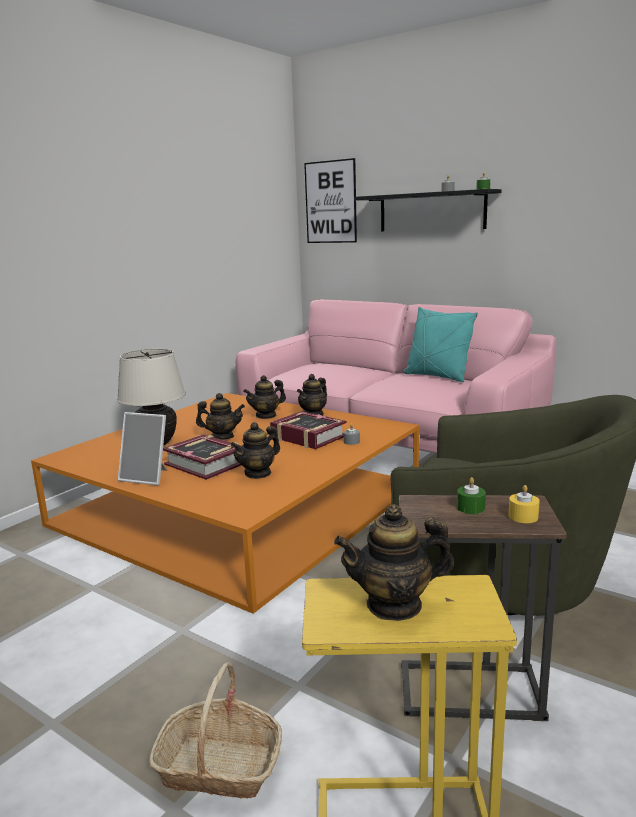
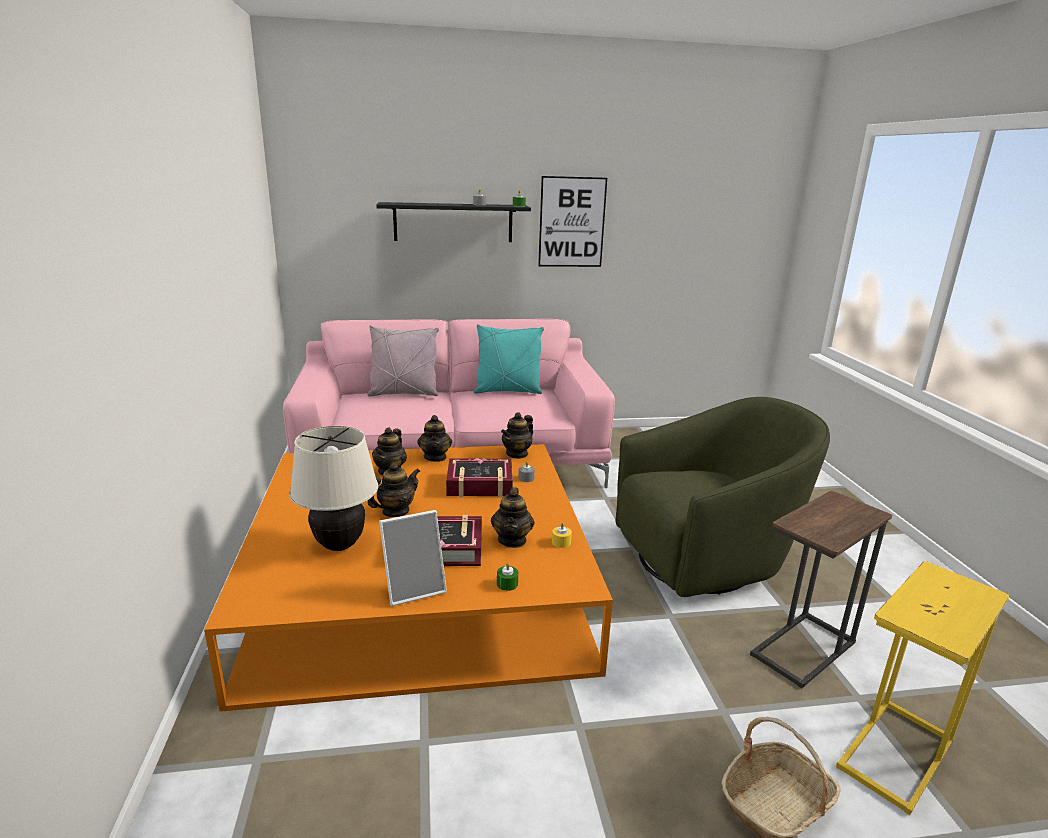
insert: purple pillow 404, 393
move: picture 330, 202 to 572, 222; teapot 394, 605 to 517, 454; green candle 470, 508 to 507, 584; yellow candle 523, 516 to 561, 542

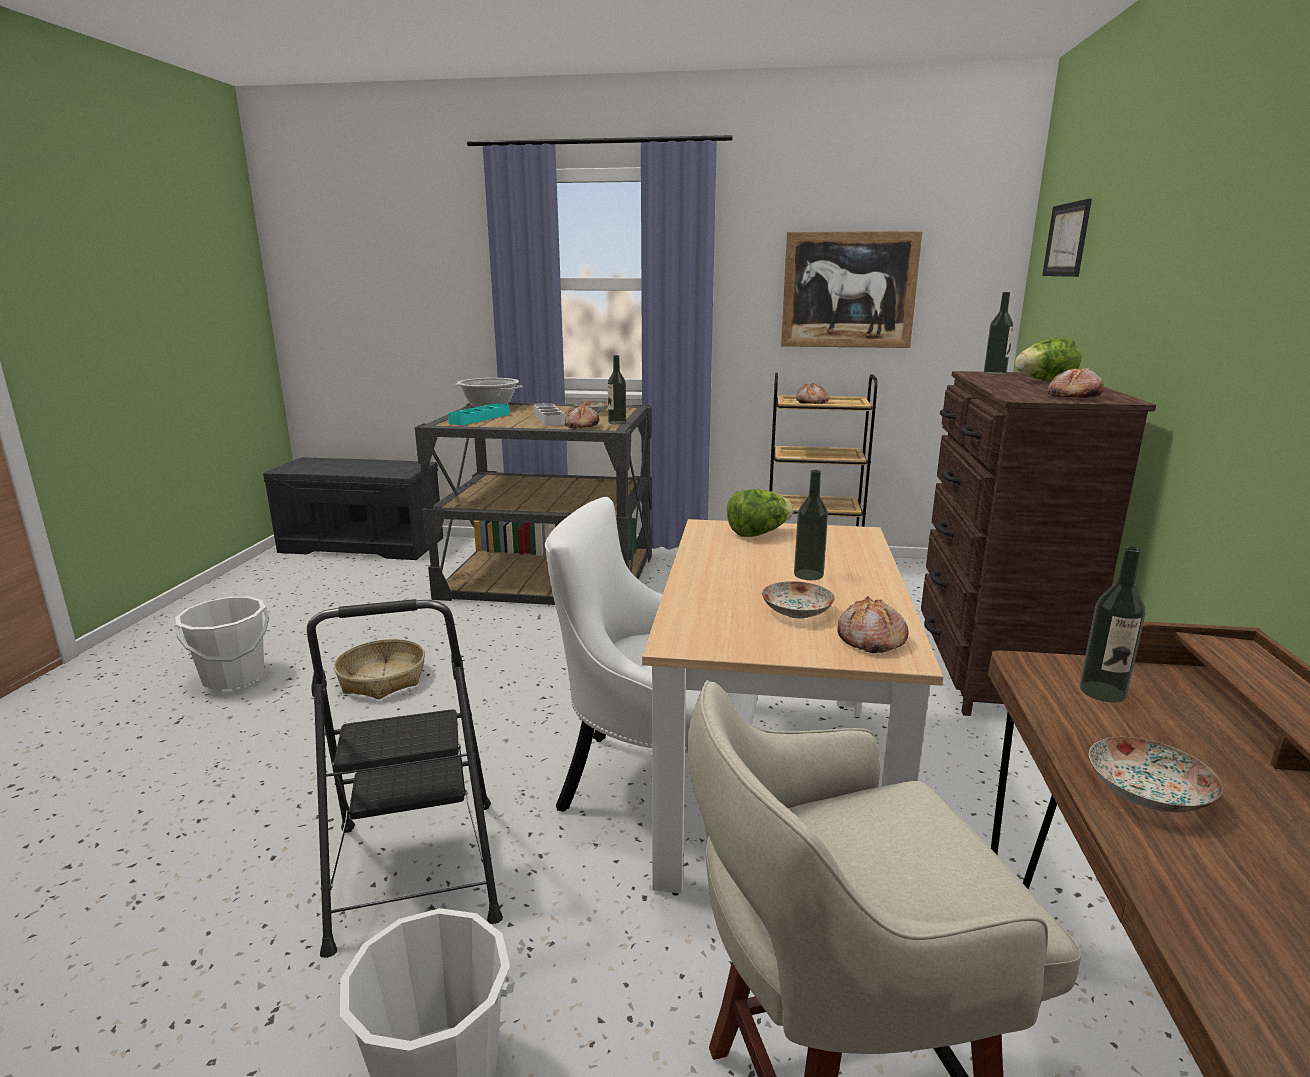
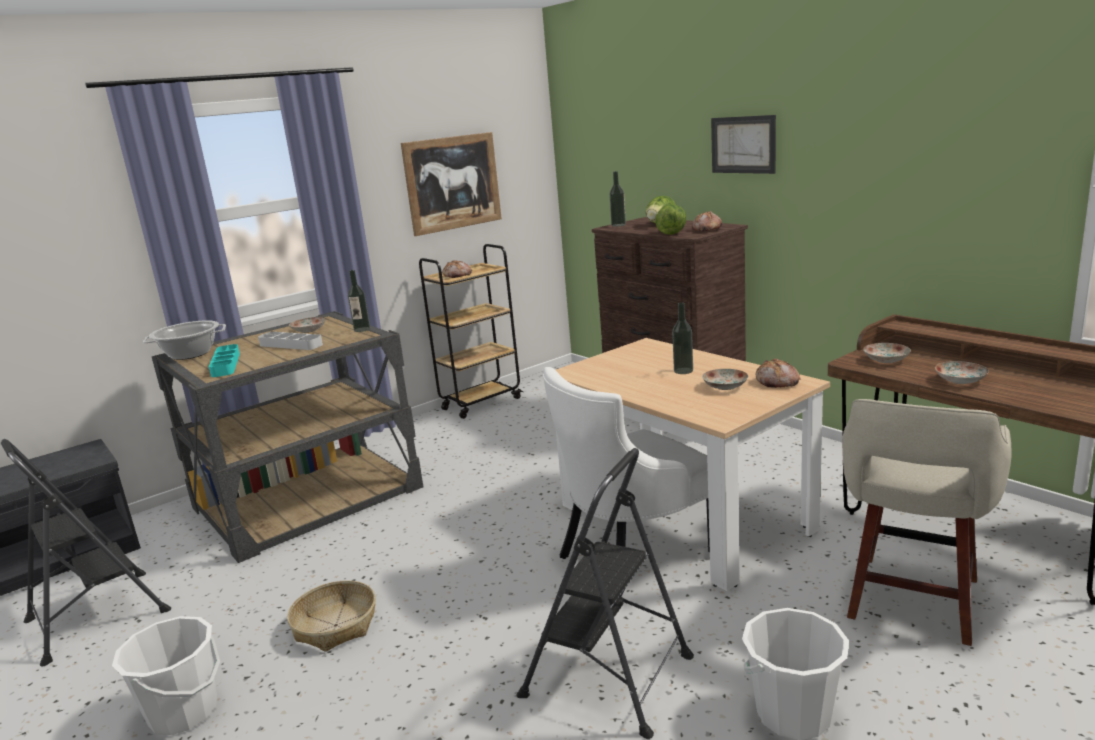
delete: bread 581, 426
insert: black step ladder 92, 616
move: lettuce 758, 533 to 672, 232; picture 1067, 240 to 743, 144
replace: bottle 1102, 692 to plate 885, 360

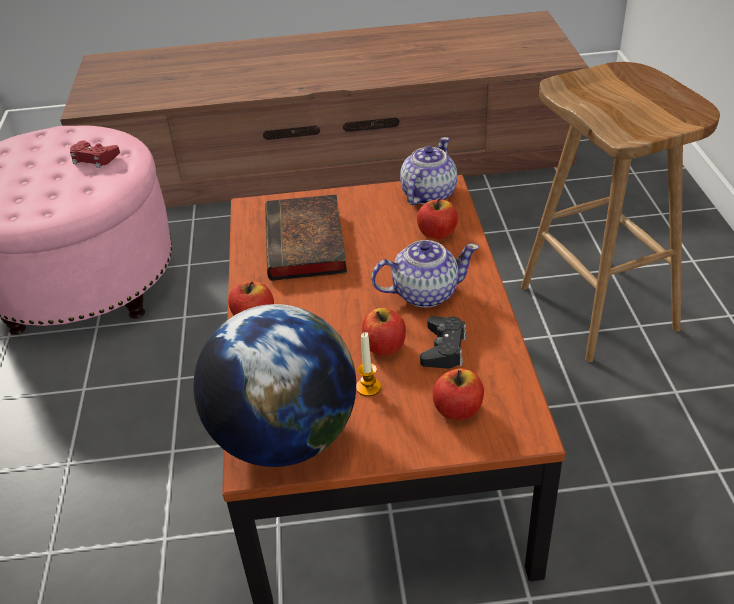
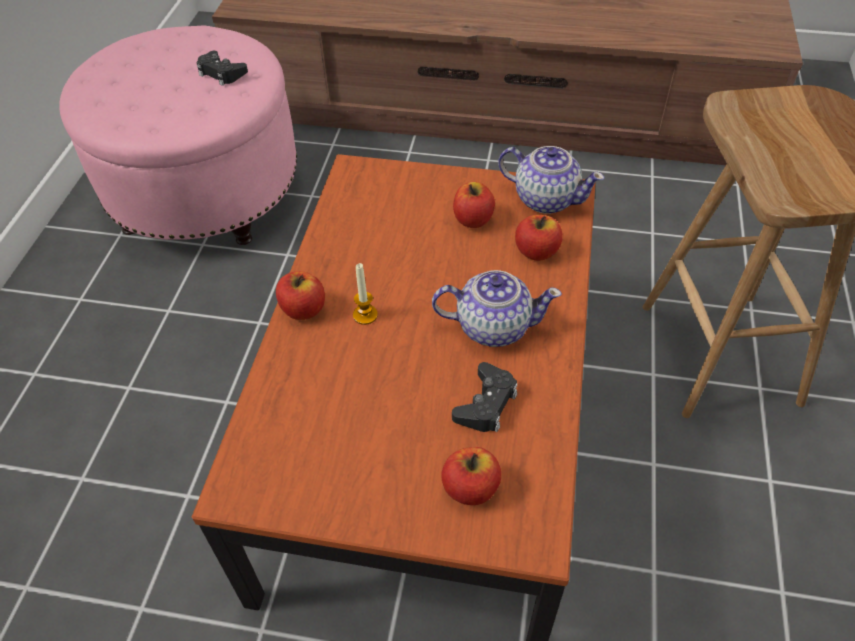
delete: globe 284, 438; book 306, 245
move: candle 368, 387 to 365, 315; apple 384, 347 to 473, 219
recolor: red game controller 94, 158 to black game controller 221, 73
rotate: teapot 427, 195 = 545, 198 75 degrees clockwise

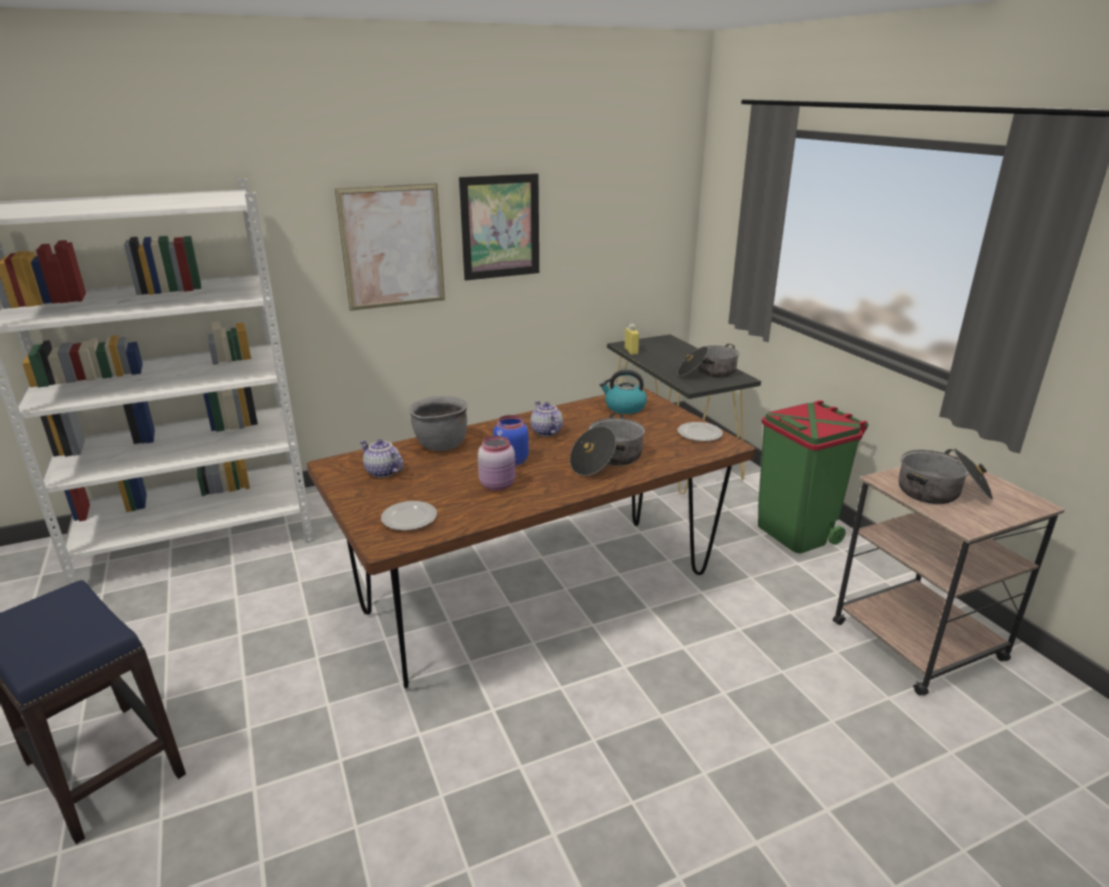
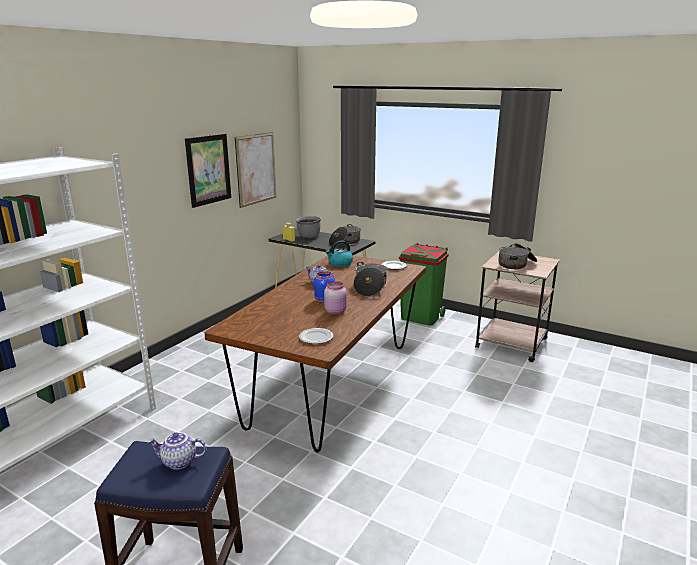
move: picture 392, 247 to 256, 169; teapot 382, 472 to 178, 462; grey cooking pot 440, 445 to 308, 236

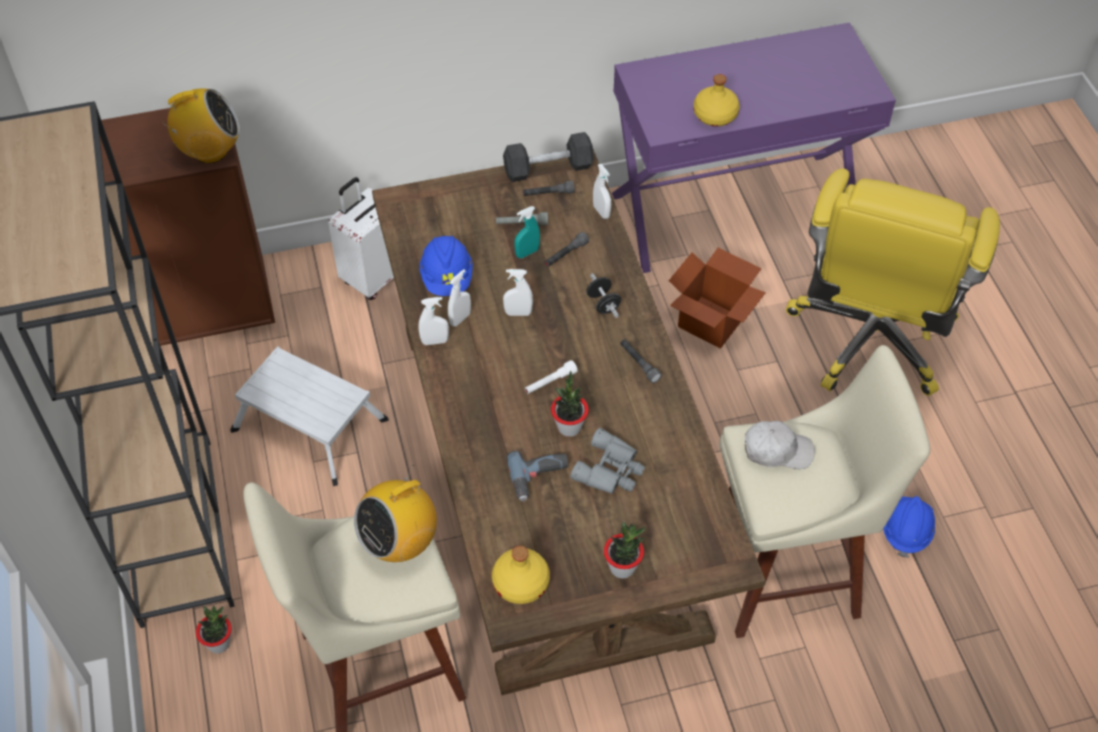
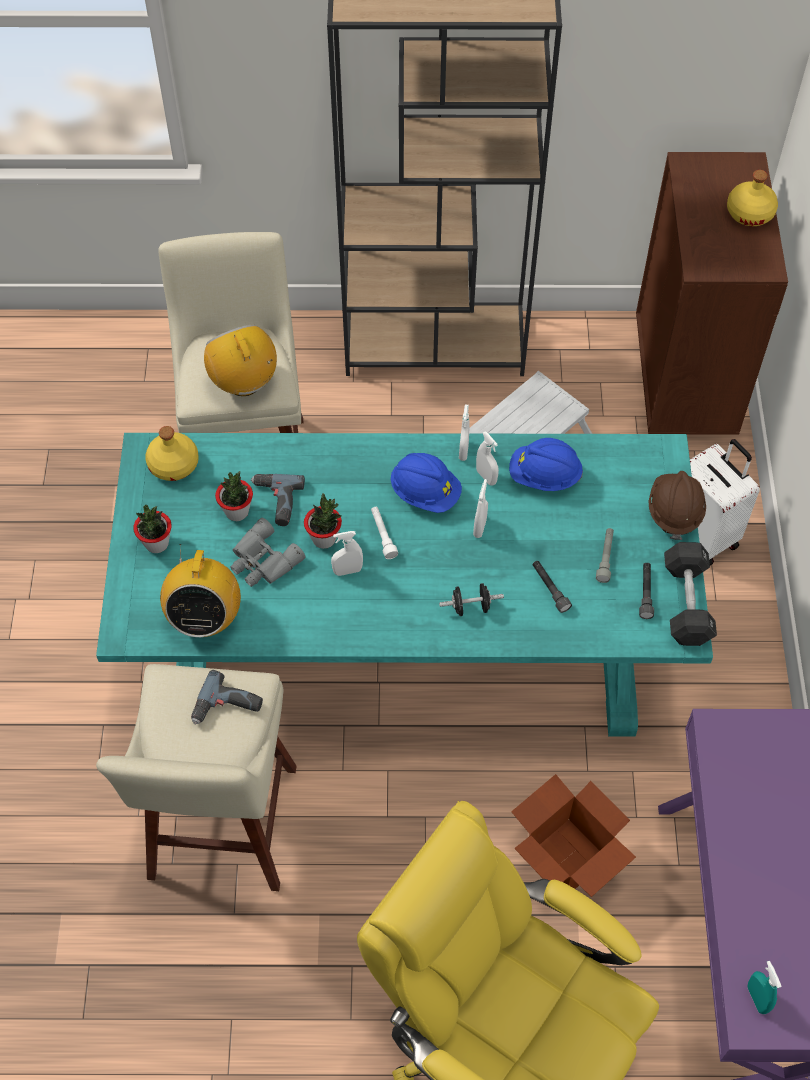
delete: grey flashlight 639, 364
insert: brown hard hat 674, 511
move: radio 210, 152 to 205, 617; potted plant 219, 643 to 237, 512; turquoise spray bottle 527, 253 to 757, 998; white spray bottle 601, 212 to 347, 571; yellow bottle 714, 115 to 749, 212; blue hard hat 906, 531 to 425, 493
replace: white cap 777, 450 to power drill 227, 708
recolor: brown dining table 547, 475 to turquoise dining table 406, 638

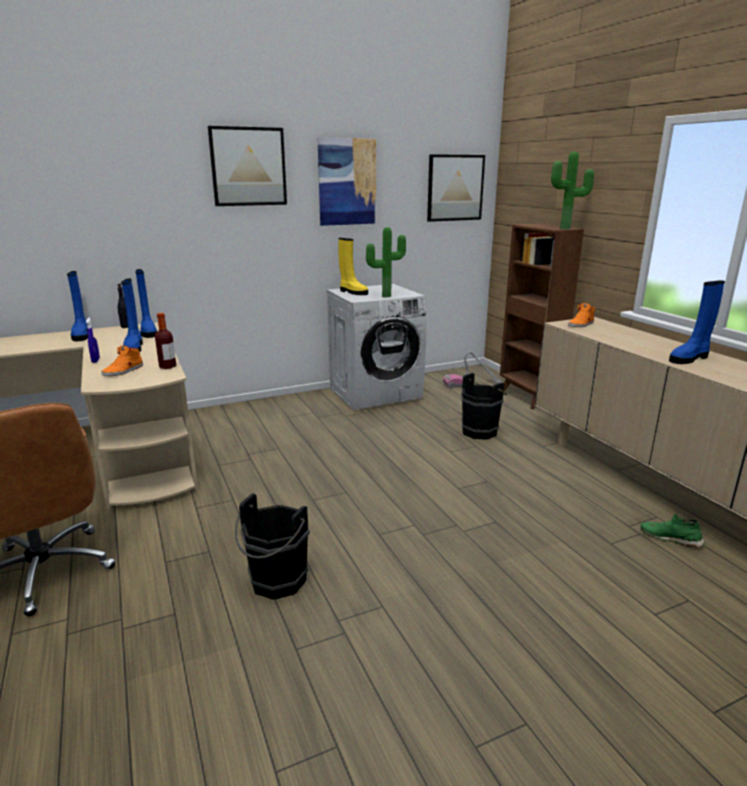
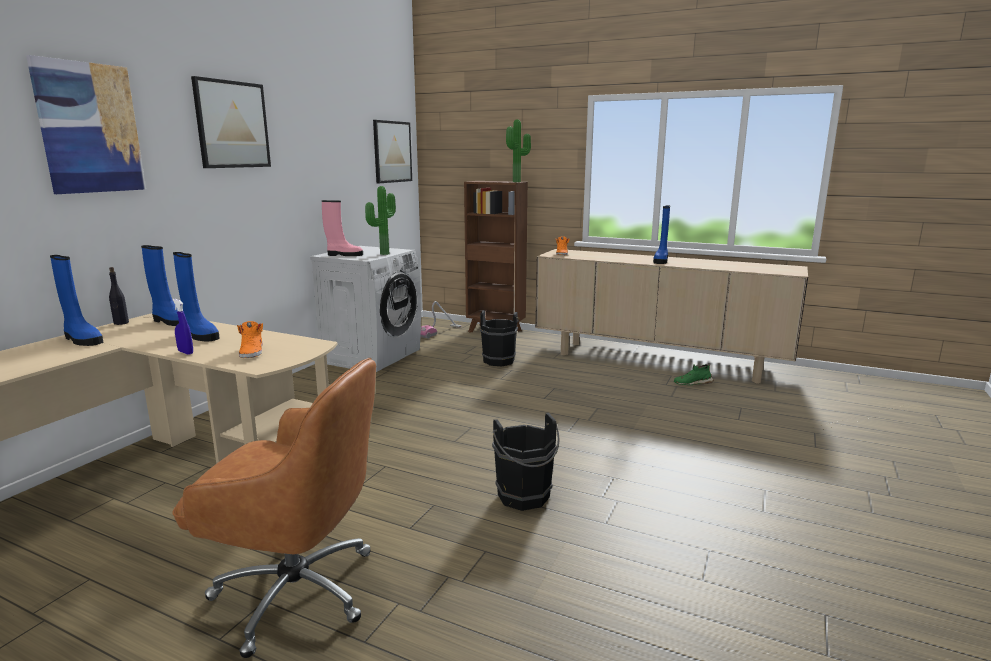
delete: bottle 167, 366
move: picture 347, 182 to 90, 128
recolor: yellow boot 352, 292 to pink boot 344, 255

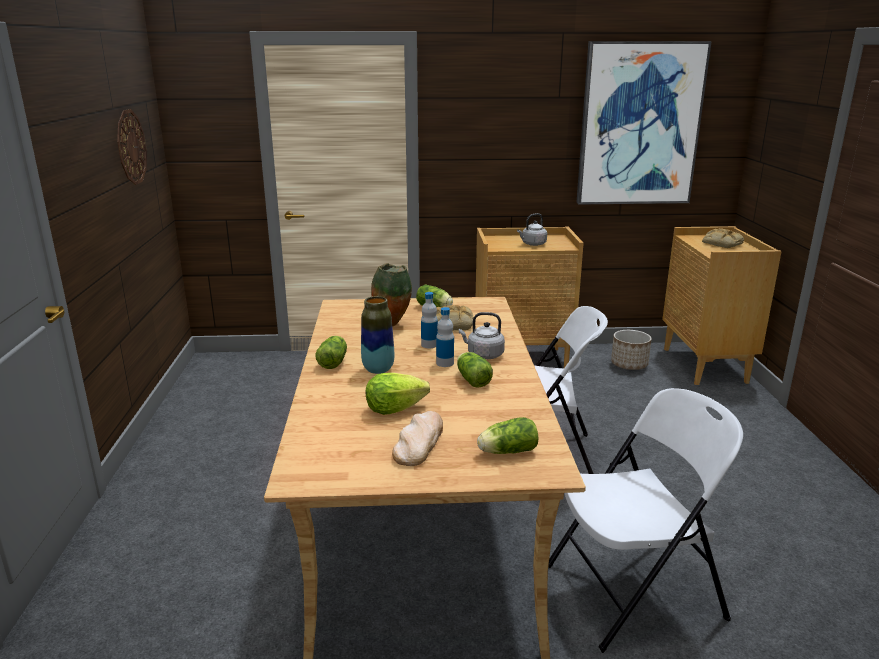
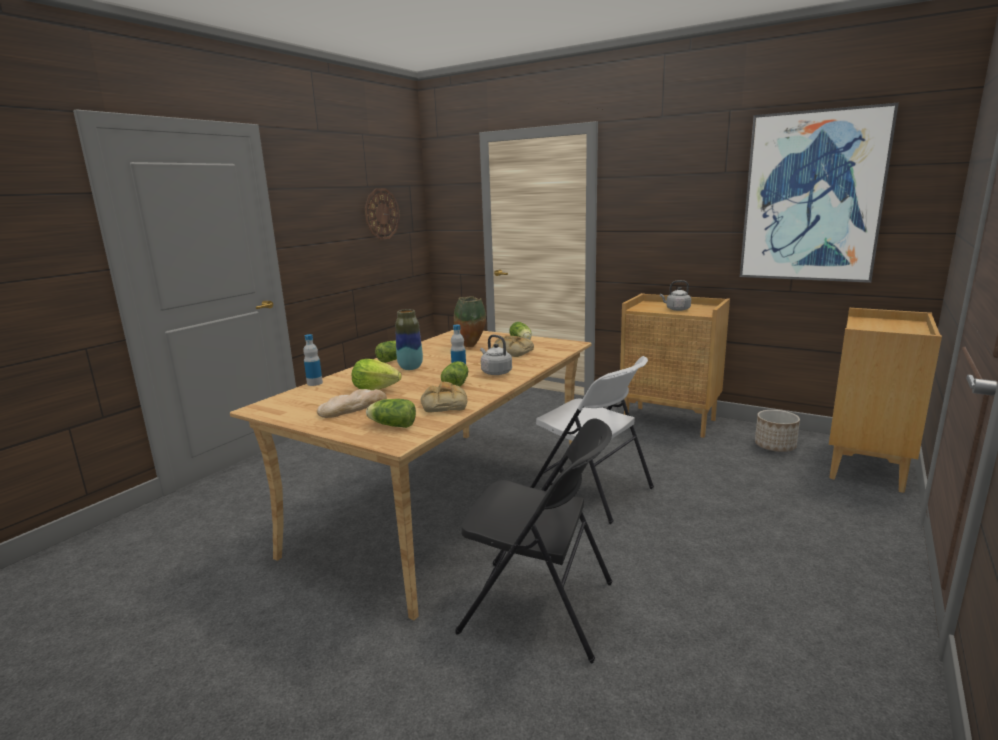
move: bottle 429, 345 to 314, 383; bread 721, 243 to 444, 404
recolor: white chair 634, 591 to black chair 538, 607

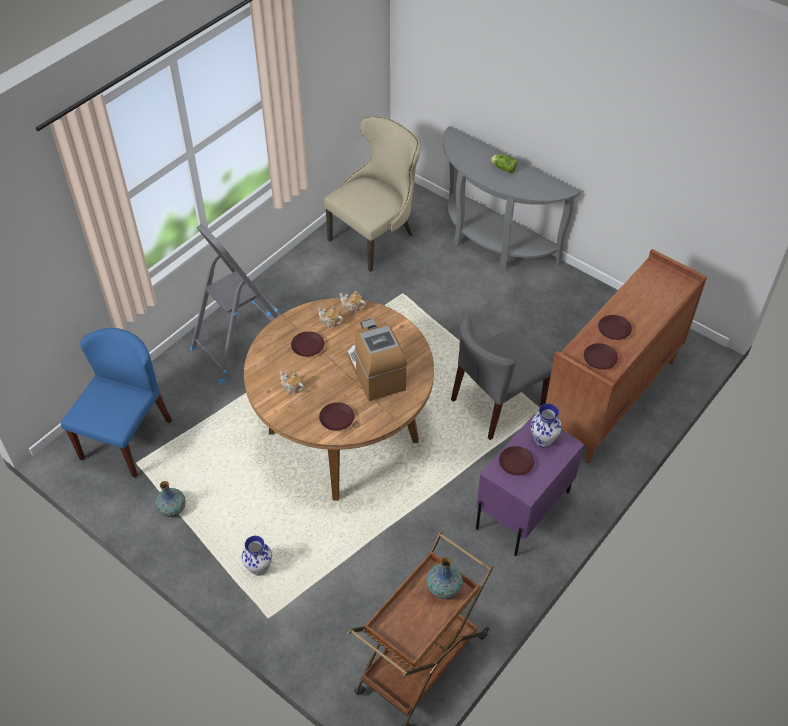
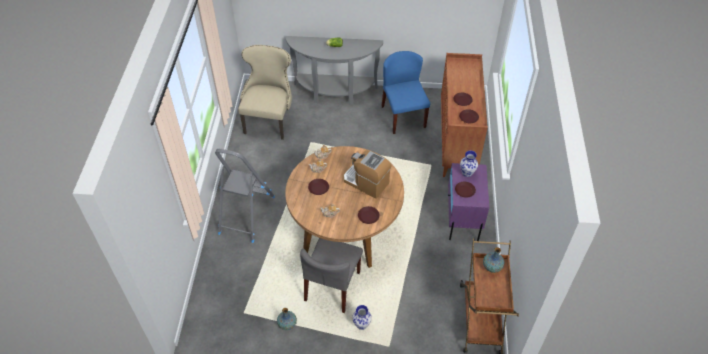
move: blue chair 126, 439 to 403, 116; grey chair 497, 403 to 332, 287

